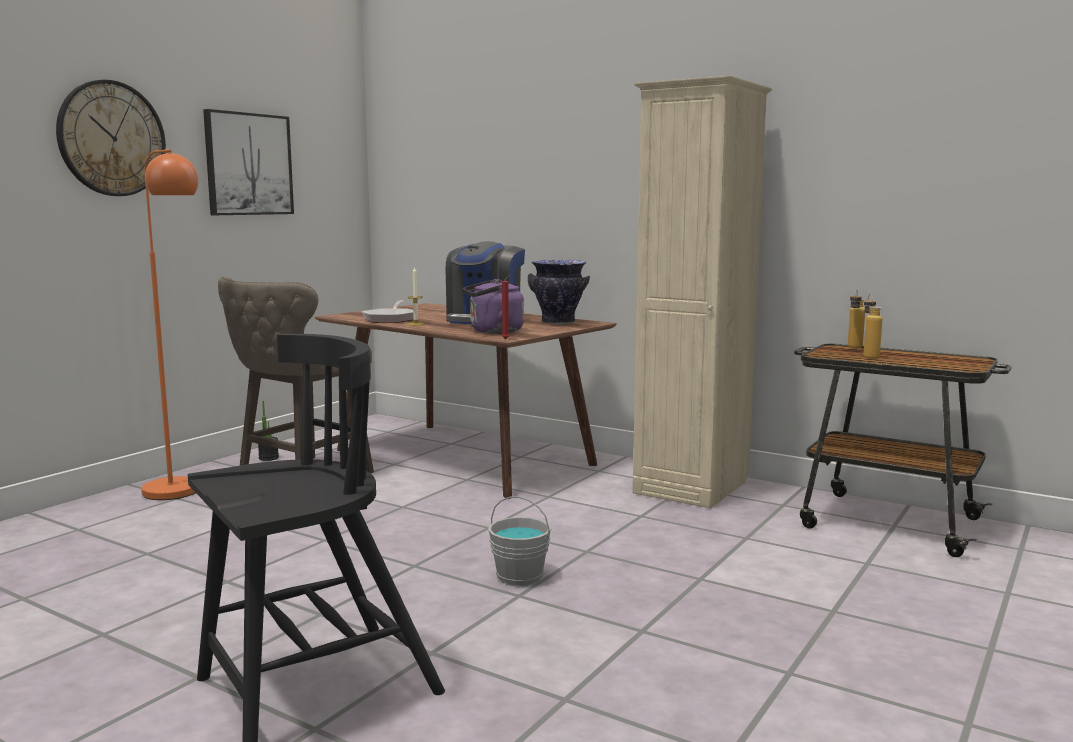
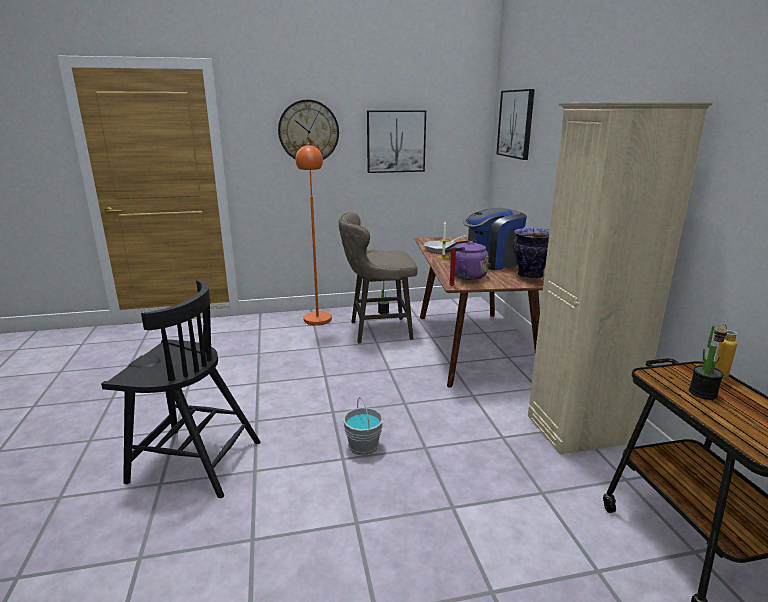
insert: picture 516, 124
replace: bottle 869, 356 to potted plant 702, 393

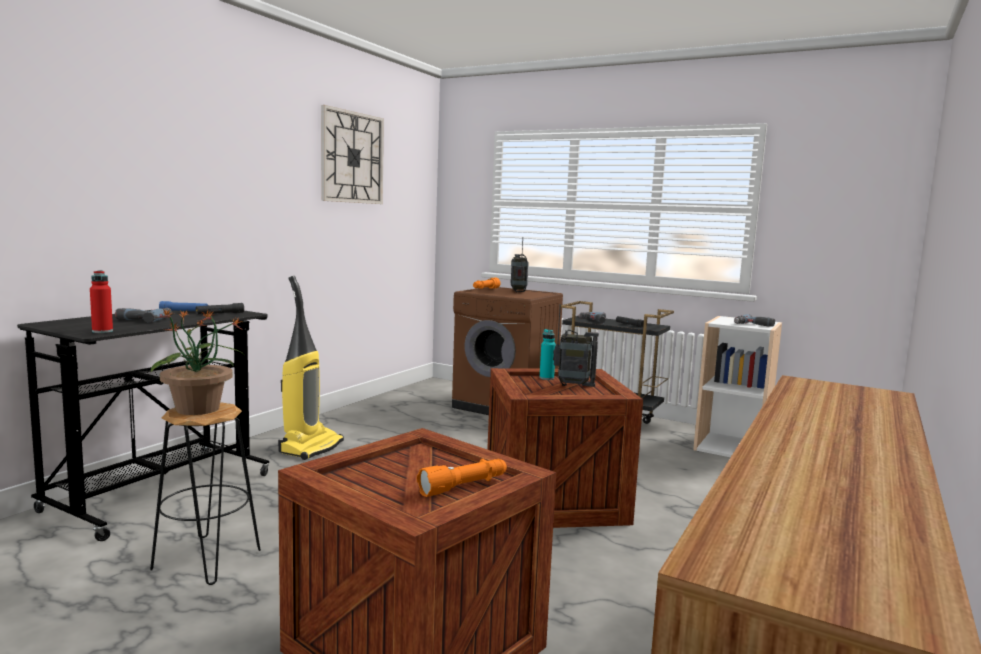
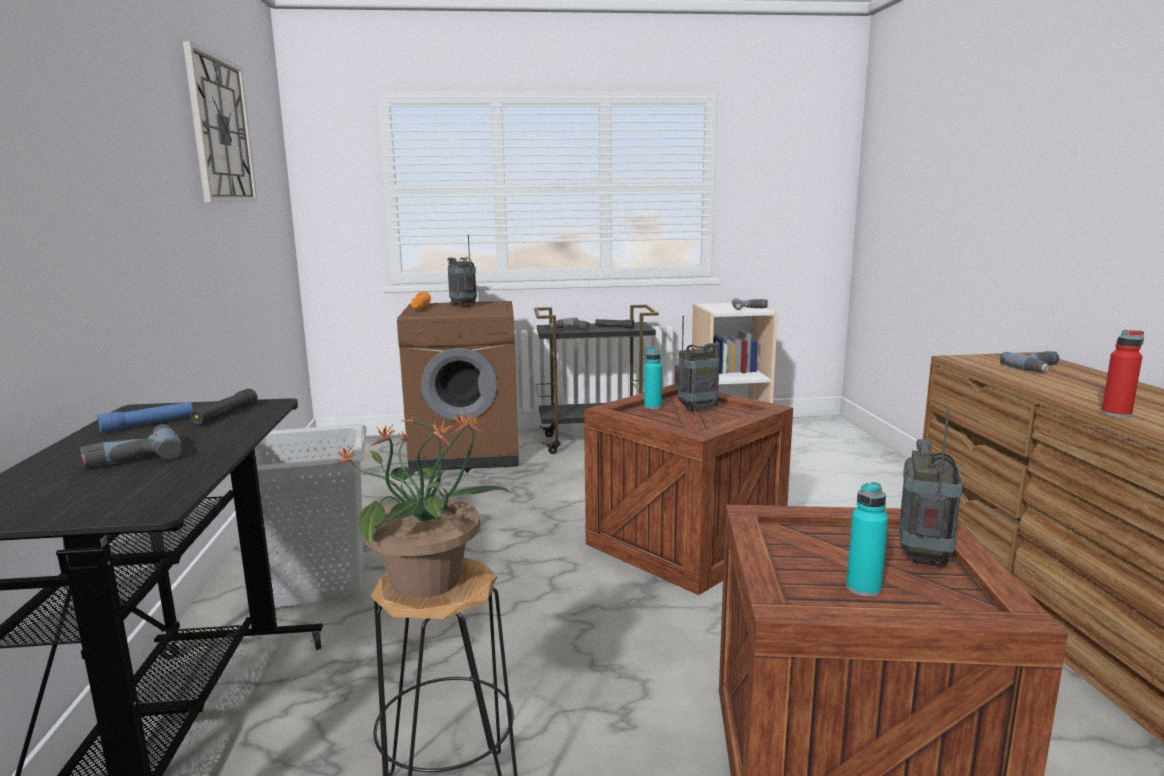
insert: turquoise bottle 863, 588; power drill 1040, 368
move: red bottle 102, 331 to 1116, 414
replace: vacuum cleaner 311, 447 to grey laundry basket 315, 583; orange flashlight 464, 487 to radio 923, 558

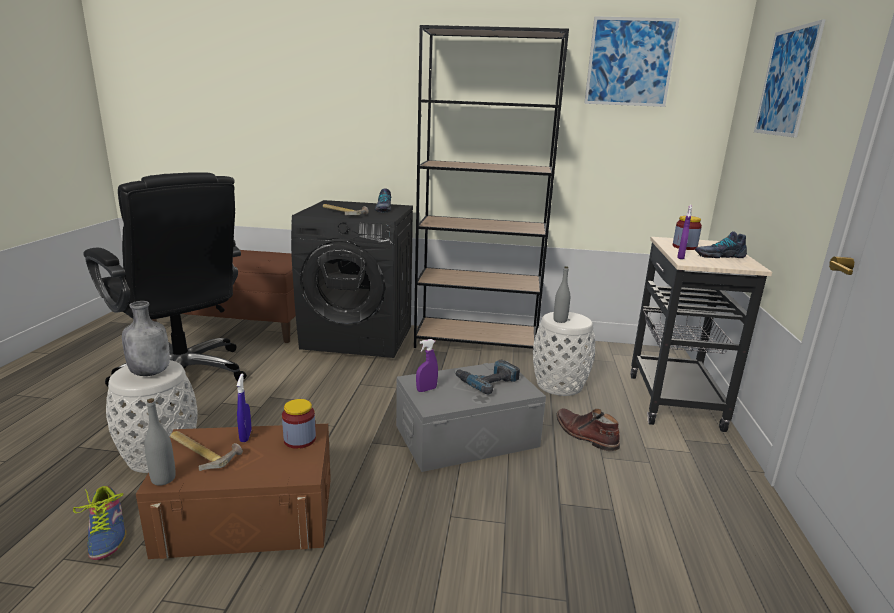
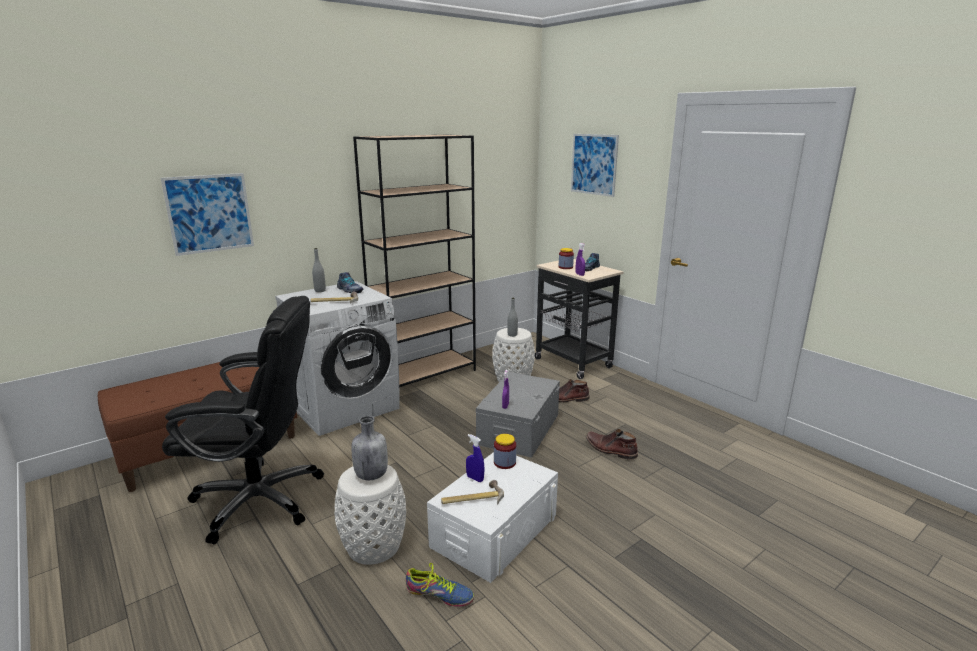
delete: power drill 487, 380
insert: brown boot 610, 449
move: grey bottle 163, 479 to 320, 291; picture 630, 62 to 209, 213
recolor: brown storage box 248, 515 to white storage box 494, 530; black washing machine 358, 340 to white washing machine 345, 410

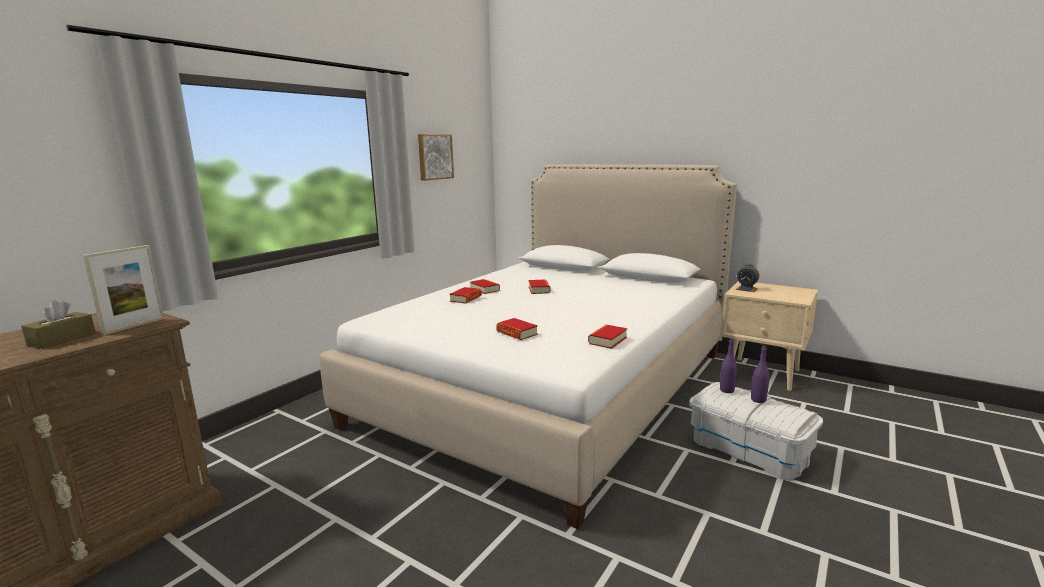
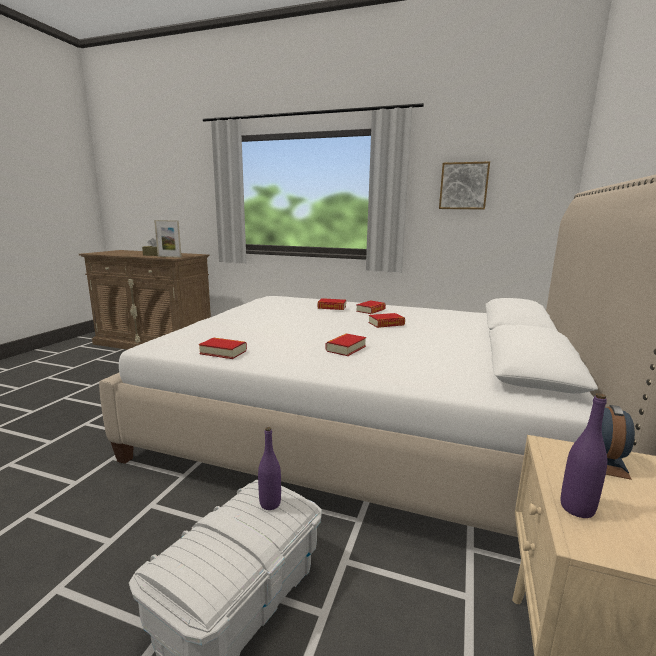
move: book 516, 333 to 346, 348; purple bottle 758, 400 to 577, 508

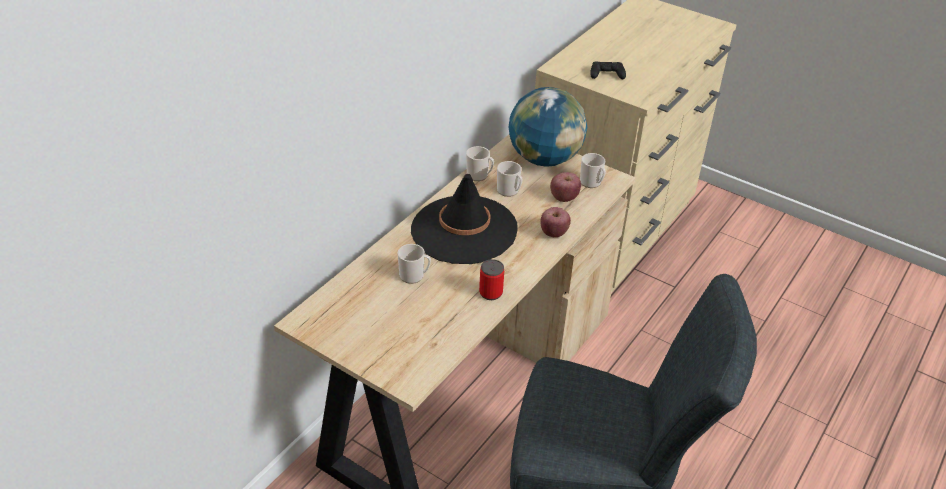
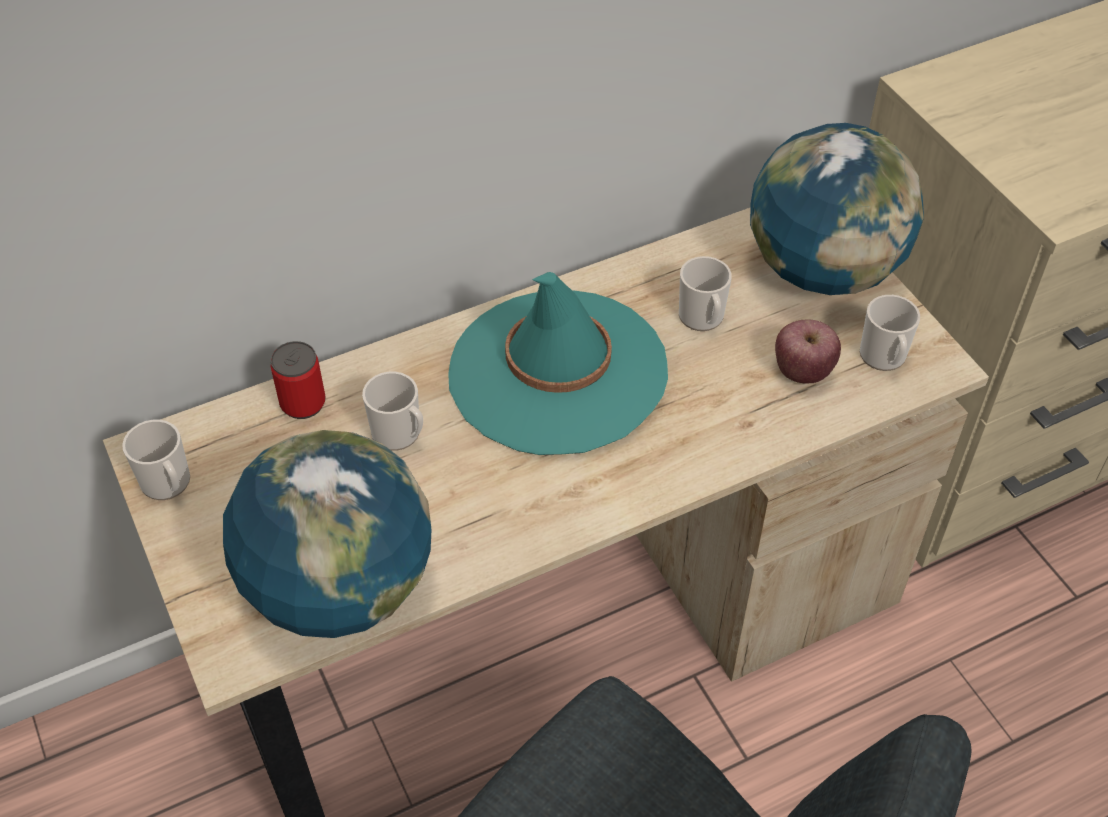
delete: apple 554, 233; black game controller 606, 74
insert: globe 339, 588
move: mug 479, 175 to 168, 484; can 490, 293 to 303, 403
recolor: black hat 464, 230 to turquoise hat 557, 372

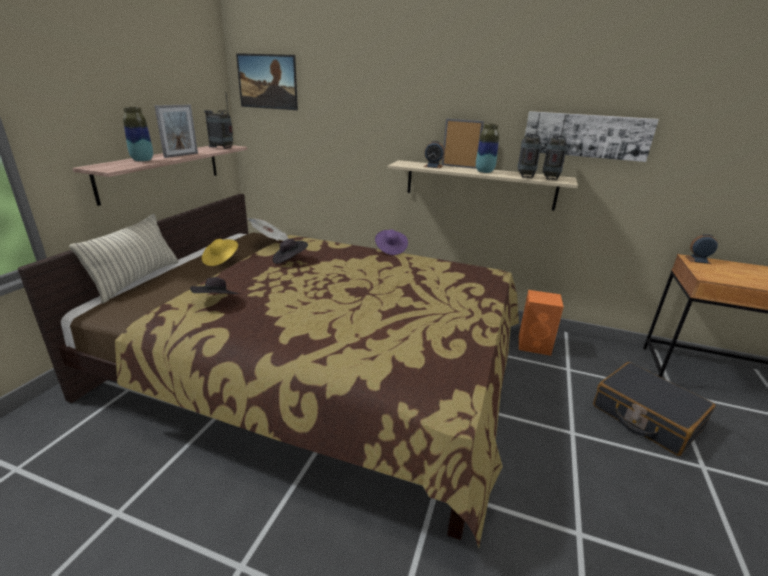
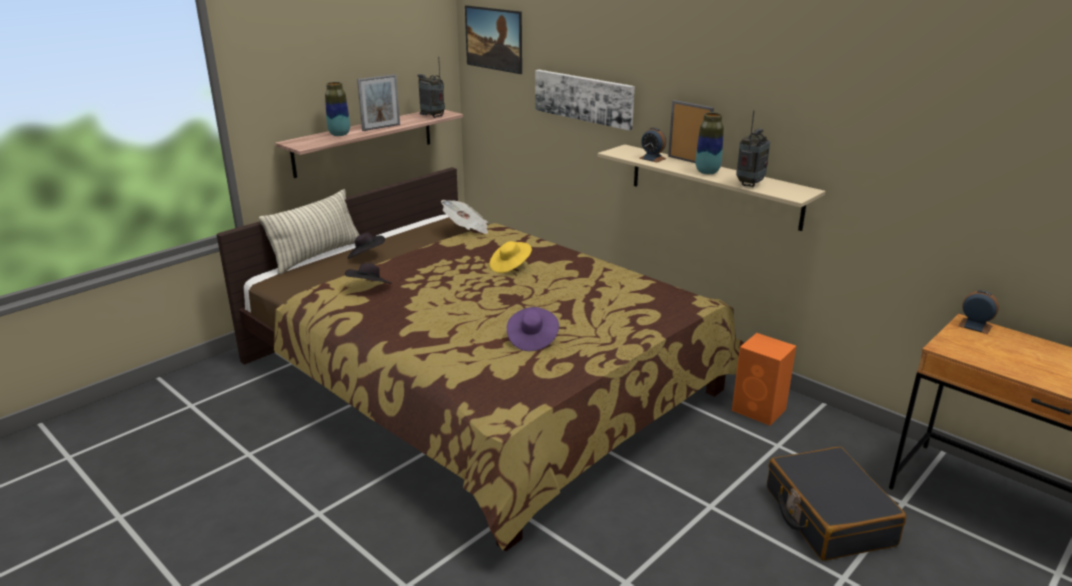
delete: radio 550, 178
move: yellow hat 221, 260 to 510, 266; black hat 289, 260 to 366, 256; purple hat 390, 249 to 532, 339; picture 585, 135 to 584, 98

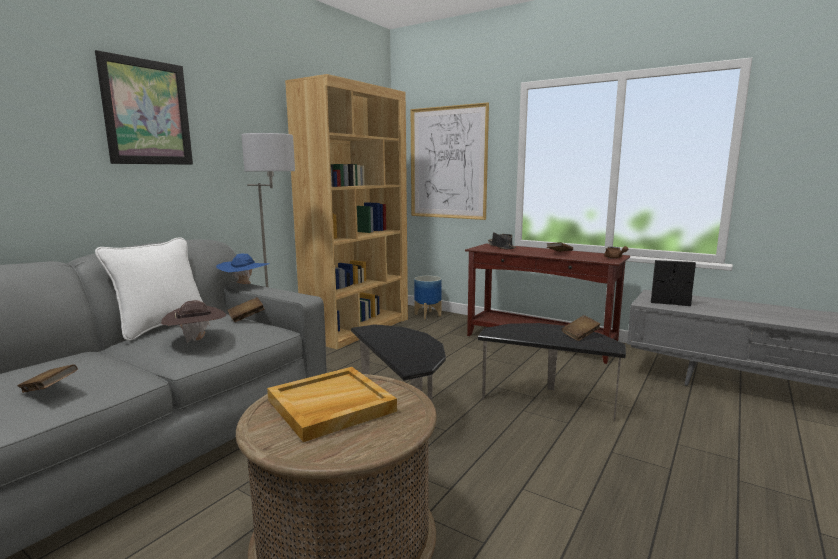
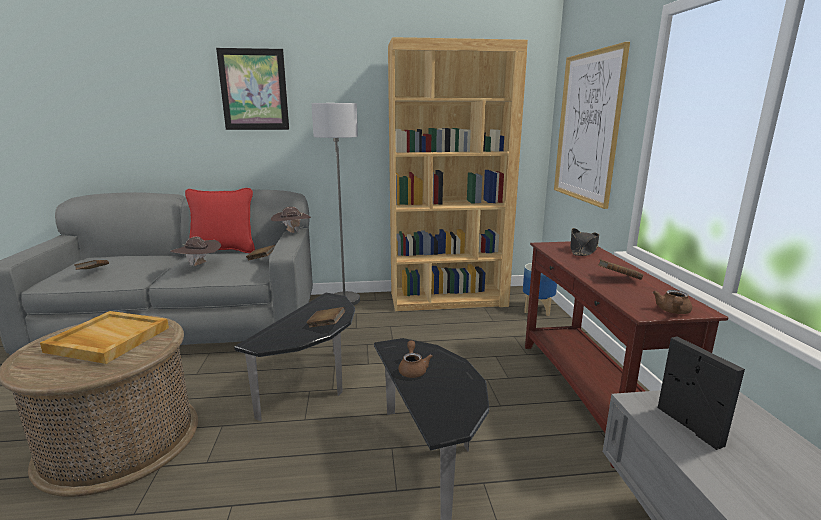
insert: brown teapot 413, 369
move: brown book 580, 336 to 326, 325
recolor: white pillow 162, 326 to red pillow 224, 251; blue hat 245, 285 to brown hat 292, 233

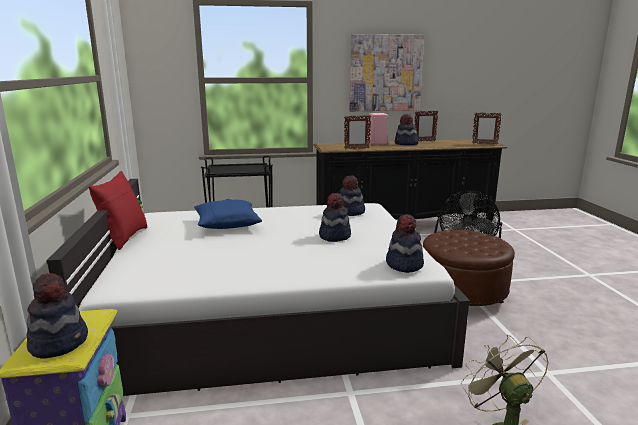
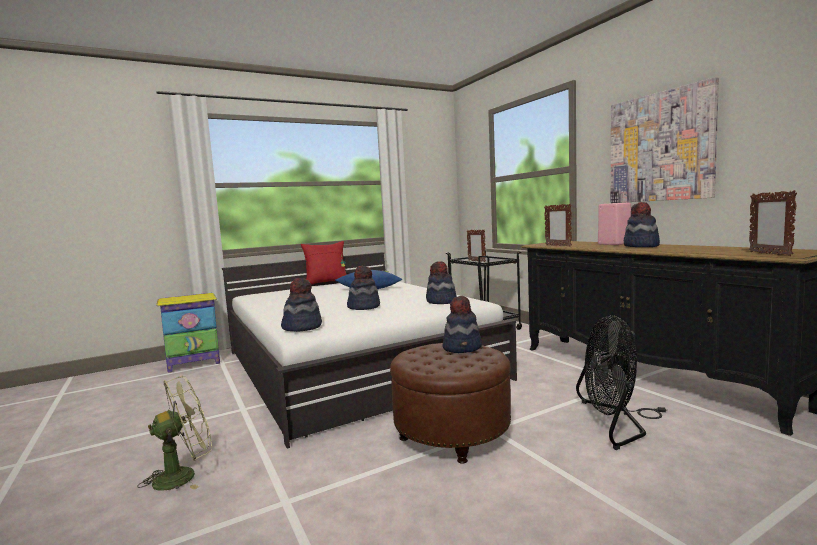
move: hat 59, 342 to 463, 348; picture frame 424, 141 to 476, 261

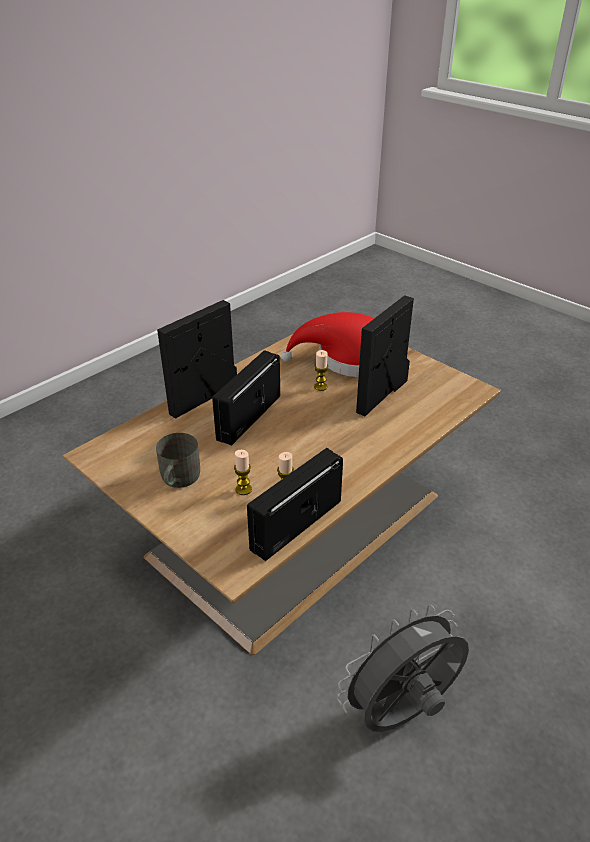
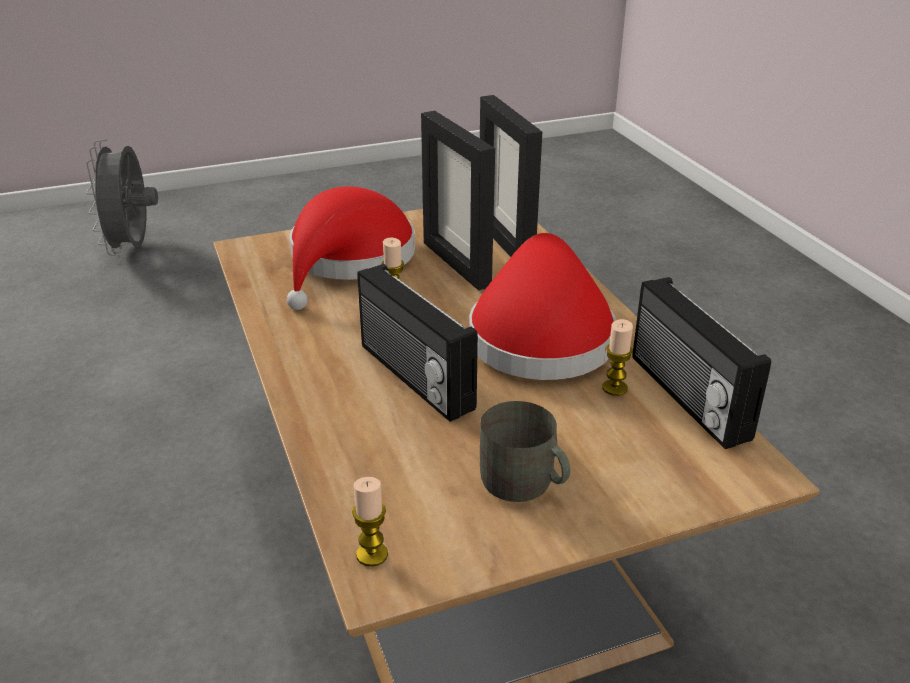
insert: red hat 540, 335
move: picture frame 204, 400 to 507, 243; candle 243, 489 to 372, 554; grey fan 402, 713 to 133, 248

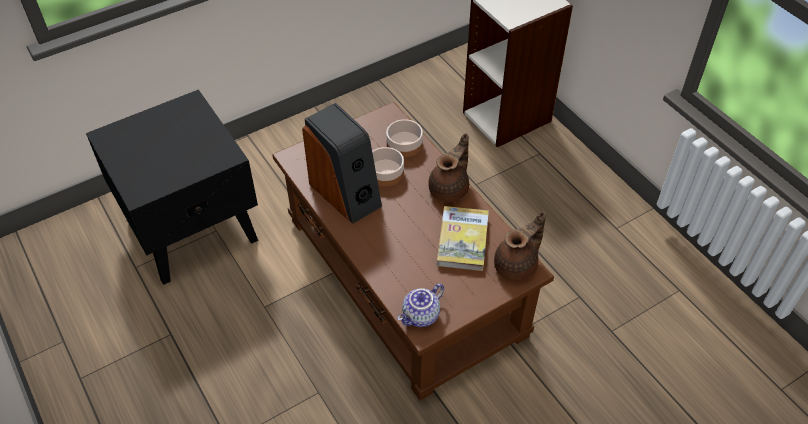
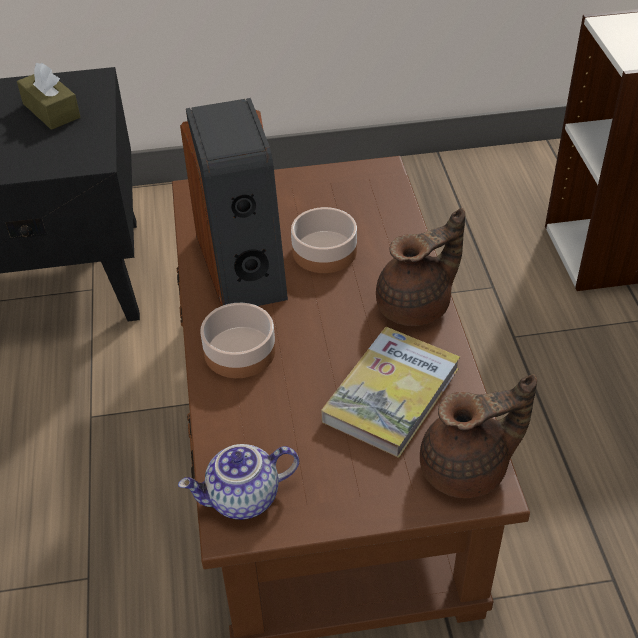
insert: brown tissue box 51, 110
move: bowl 404, 144 to 238, 352

